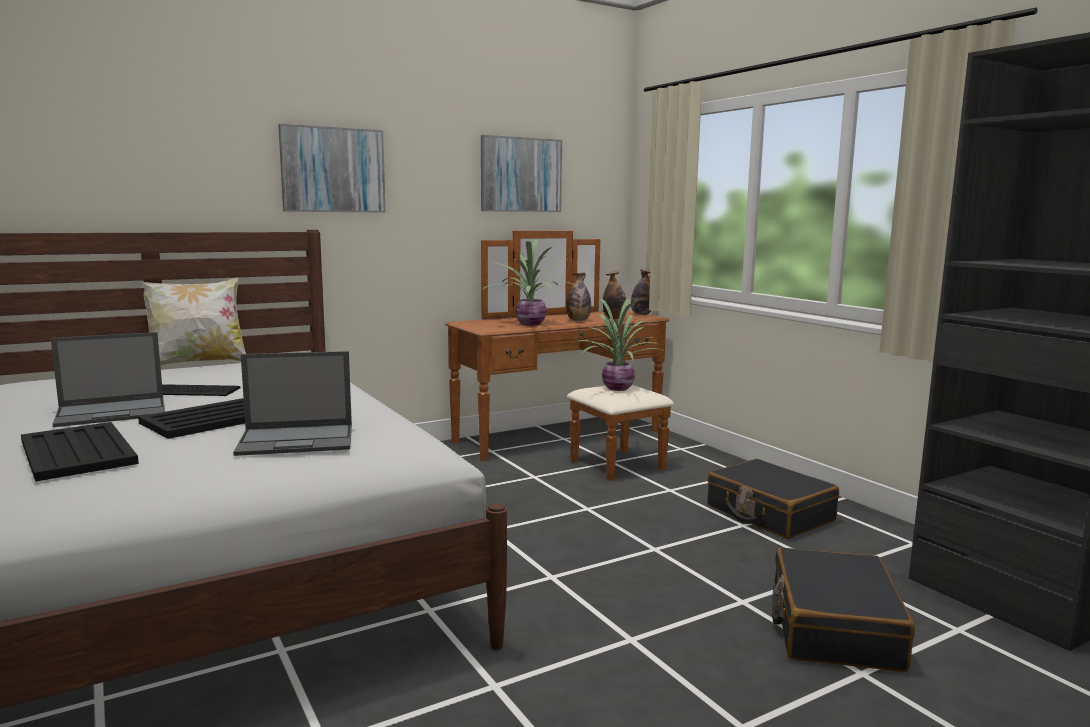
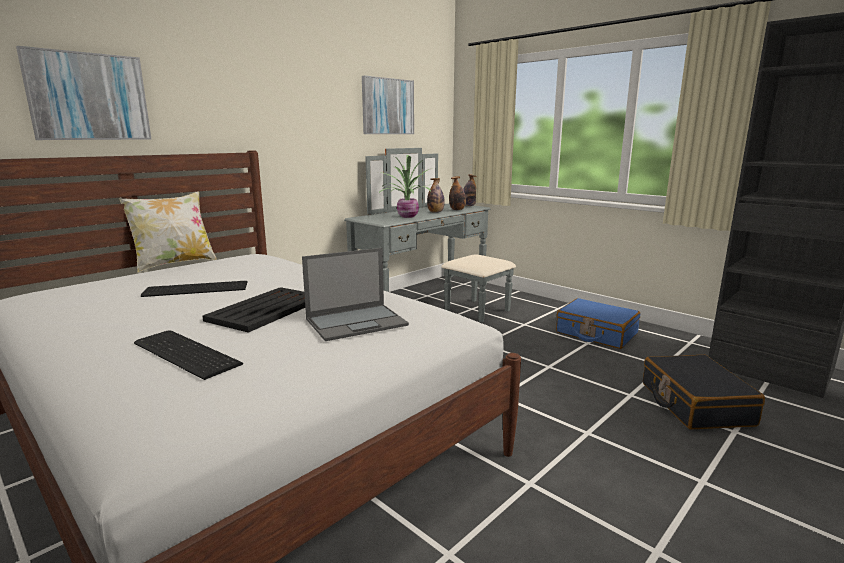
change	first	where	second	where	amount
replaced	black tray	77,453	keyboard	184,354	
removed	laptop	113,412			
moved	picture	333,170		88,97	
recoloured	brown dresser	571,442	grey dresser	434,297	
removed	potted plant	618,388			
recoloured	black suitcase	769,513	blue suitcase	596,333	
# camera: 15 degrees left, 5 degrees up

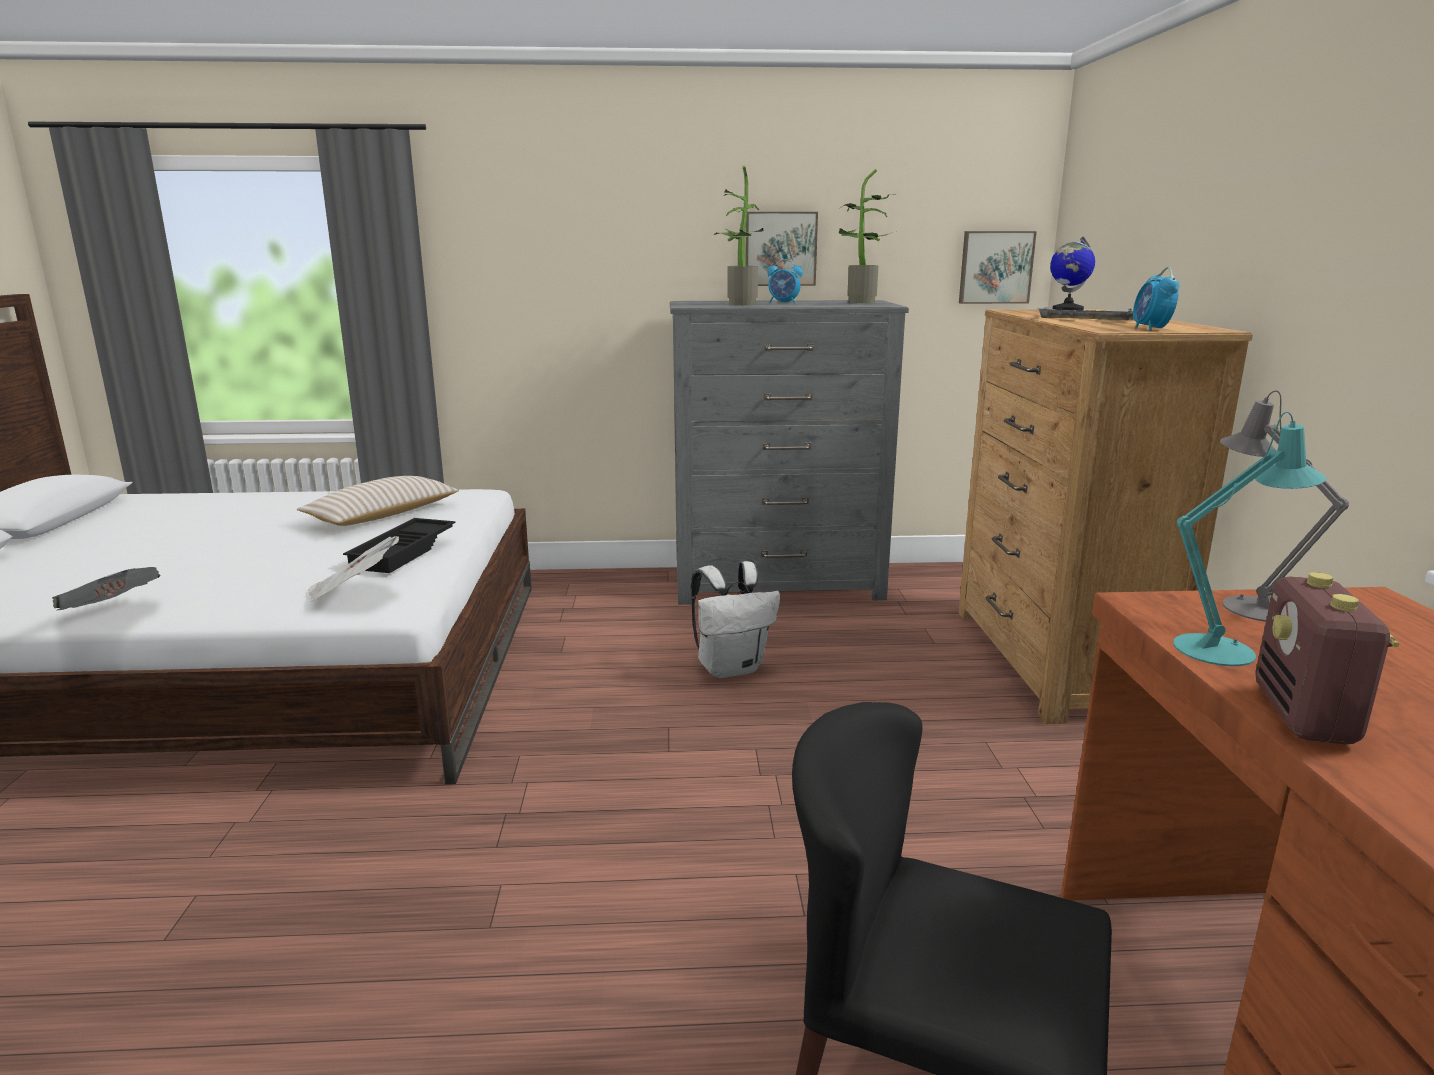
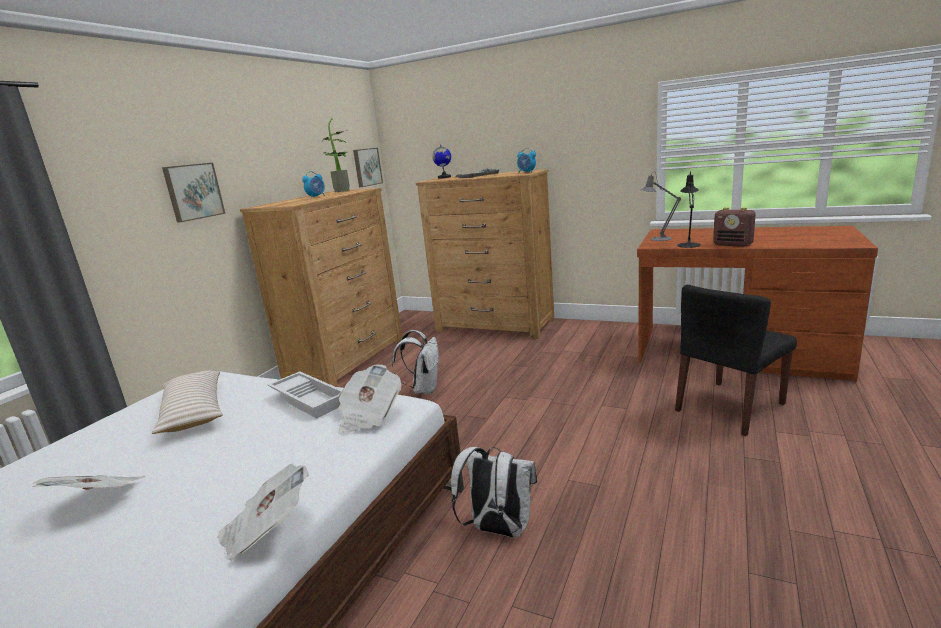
change	first	where	second	where	amount
recoloured	black tray	404,552	white tray	310,399	
recoloured	grey dresser	777,584	brown dresser	347,361	
removed	potted plant	738,304			
moved	picture	780,249		193,191	
recoloured	turquoise table lamp	1224,648	black table lamp	688,244	
added			newspaper	99,499	
added			white backpack	498,529	
# camera: 60 degrees left, 0 degrees up

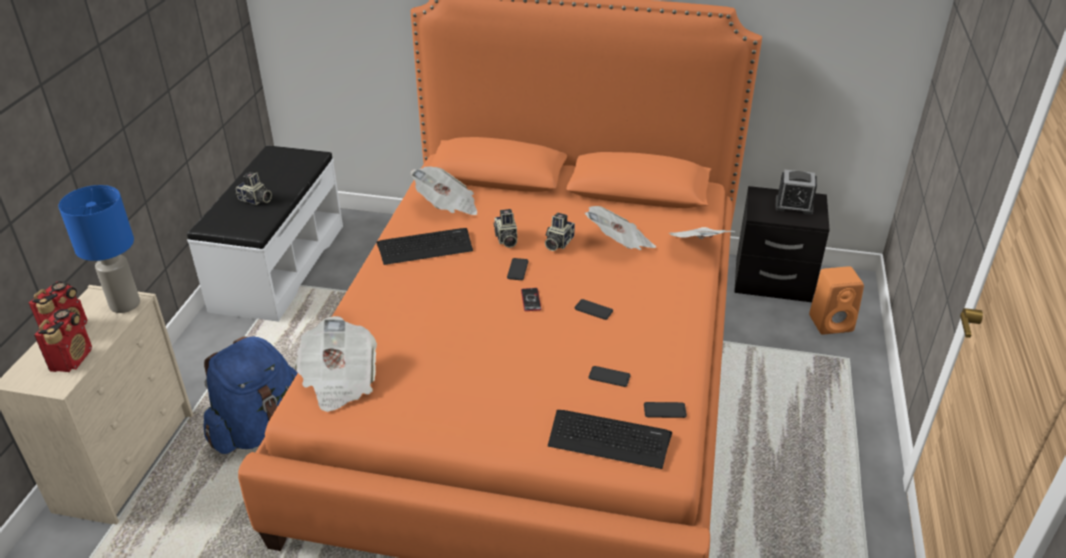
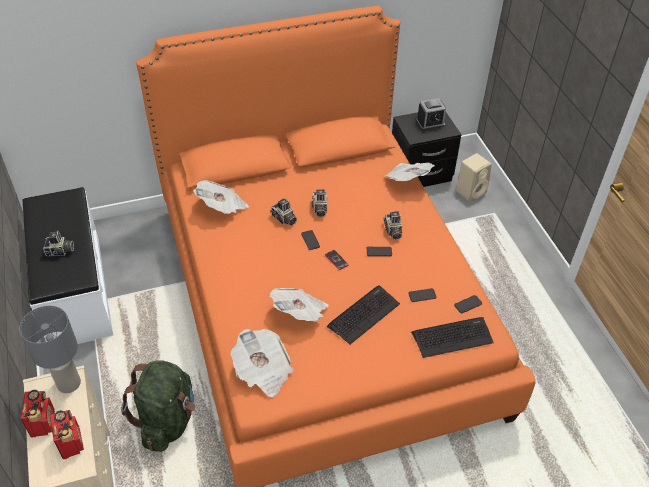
change	first	where	second	where	amount
recoloured	blue table lamp	124,305	grey table lamp	68,384	
recoloured	blue backpack	260,428	green backpack	167,420	
moved	keyboard	425,247		363,314	
moved	newspaper	619,244		300,313	
recoloured	orange speaker	832,323	beige speaker	471,191	
added			photo camera	392,231	
# camera: 30 degrees left, 10 degrees up

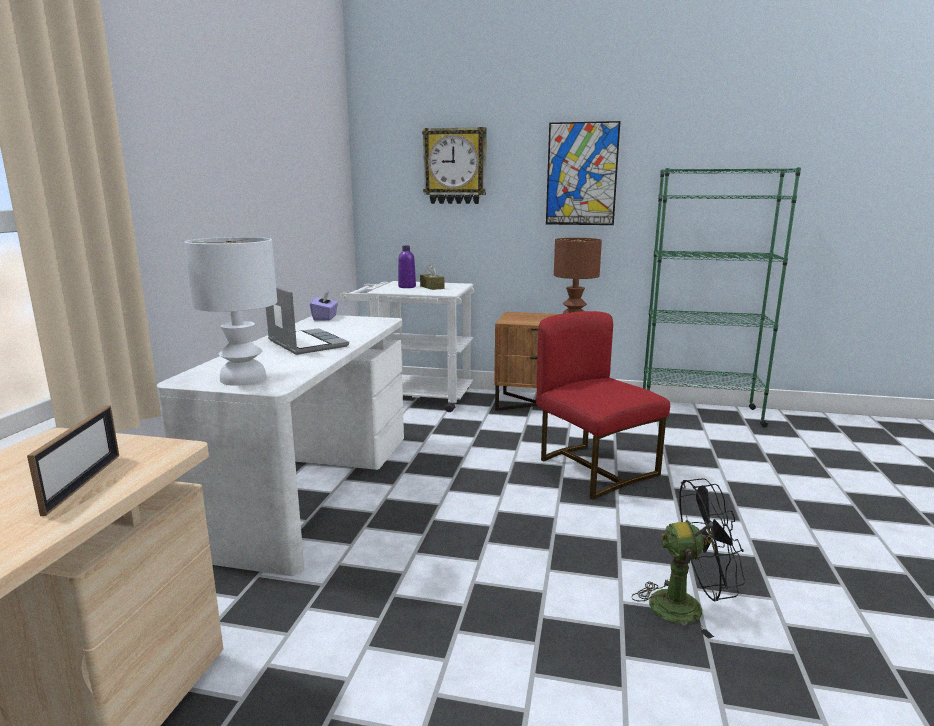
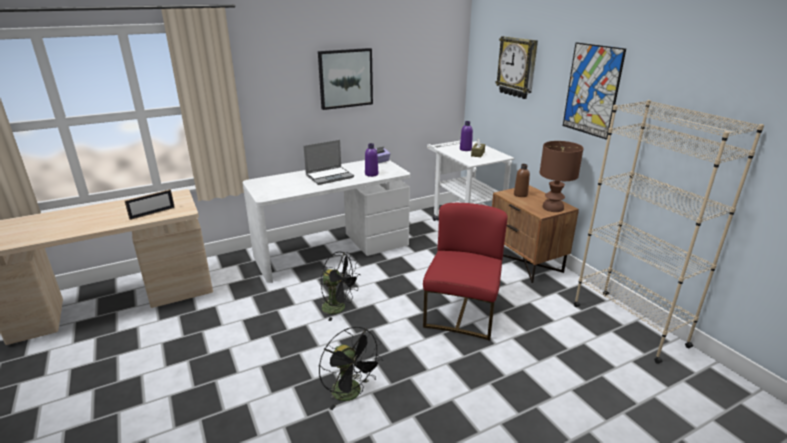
change	first	where	second	where	amount
removed	white table lamp	243,378			
turned	laptop	305,343		330,176	45 degrees clockwise
recoloured	green bookcase	699,413	beige bookcase	628,325	
added			picture	345,78	
added			black fan	339,308	
added			purple bottle	371,174	
added			brown bottle	520,194	
# camera: 50 degrees right, 10 degrees up

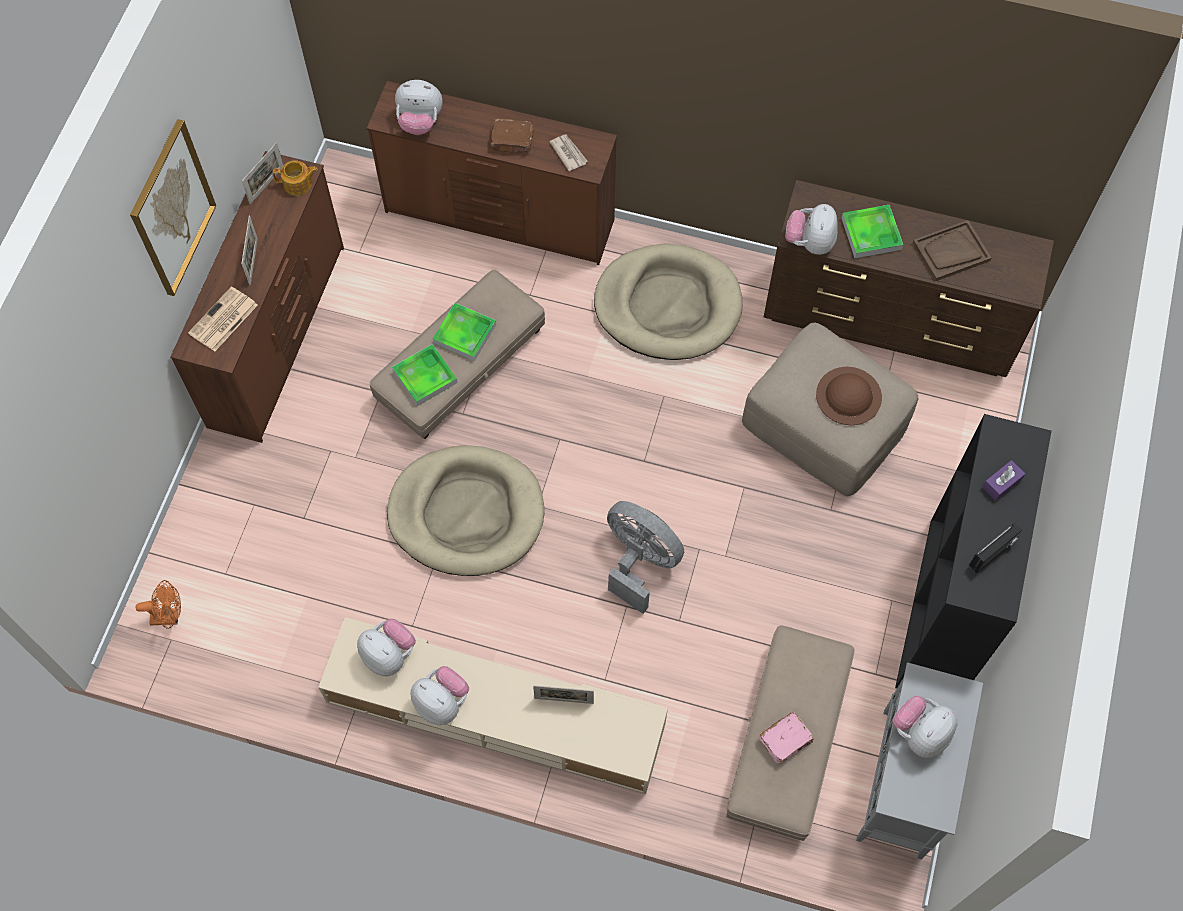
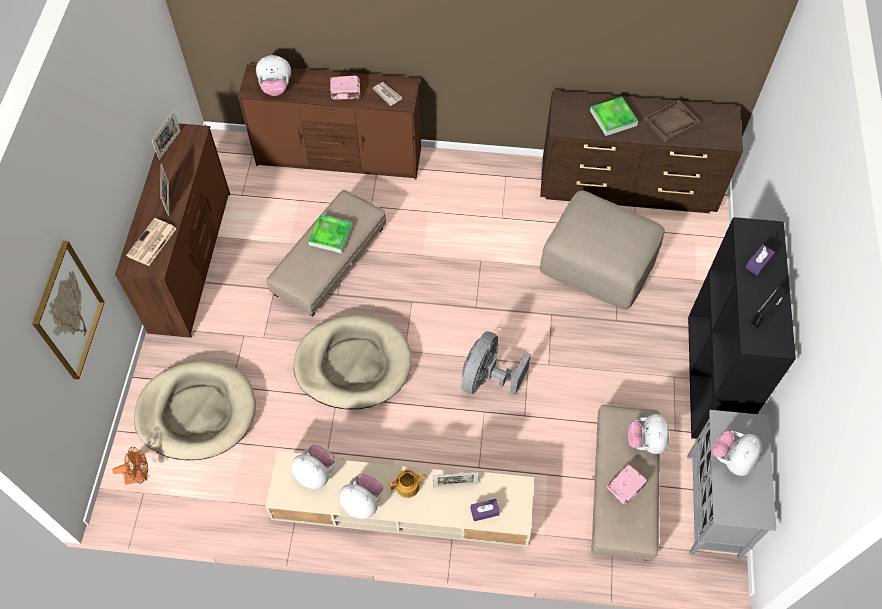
change	first	where	second	where	amount
moved	picture	172,209		68,311	
moved	teapot	298,184		408,487	
removed	tray	425,377			
recoloured	brown book	513,142	pink book	346,92	
moved	beige dog bed	668,306		197,412	
turned	grey fan	640,561		487,378	90 degrees counterclockwise
moved	plush toy	810,242		645,441	
removed	brown hat	848,396			
added			purple tissue box	484,511	
# camera: 10 degrees left, 5 degrees down

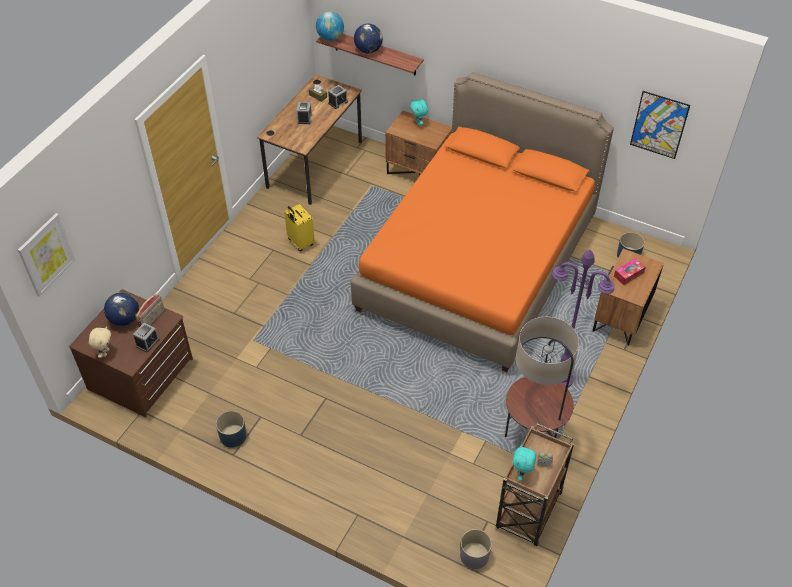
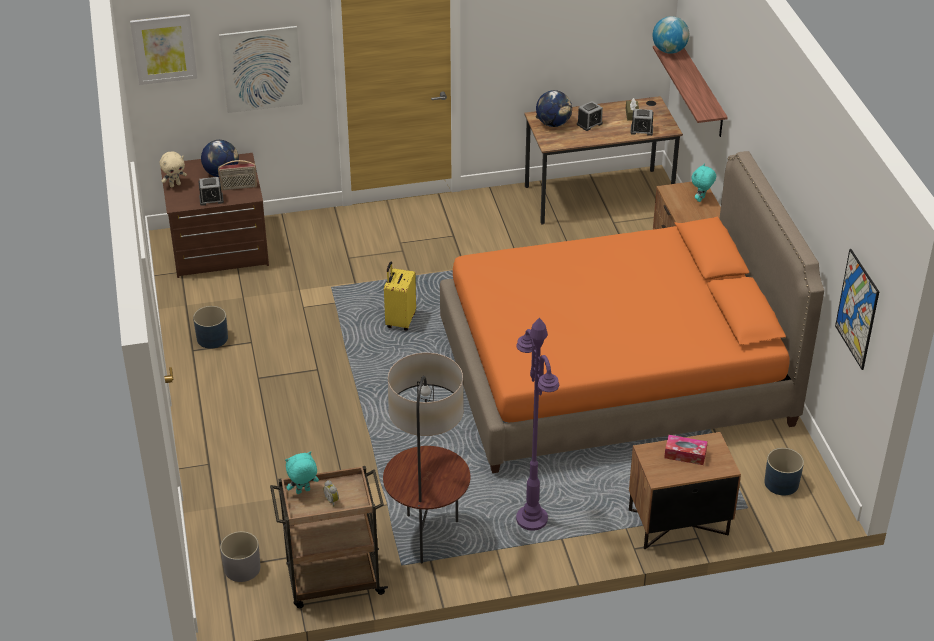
change	first	where	second	where	amount
moved	yellow suitcase	300,242		400,321	
moved	globe	368,50		553,123	
added			picture	261,69	
# camera: 50 degrees right, 10 degrees down

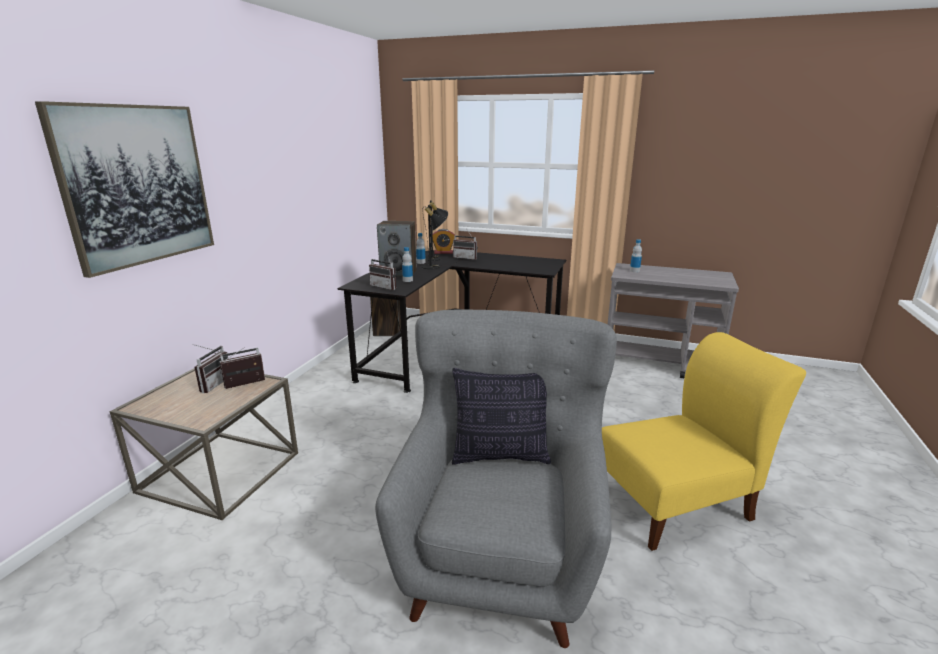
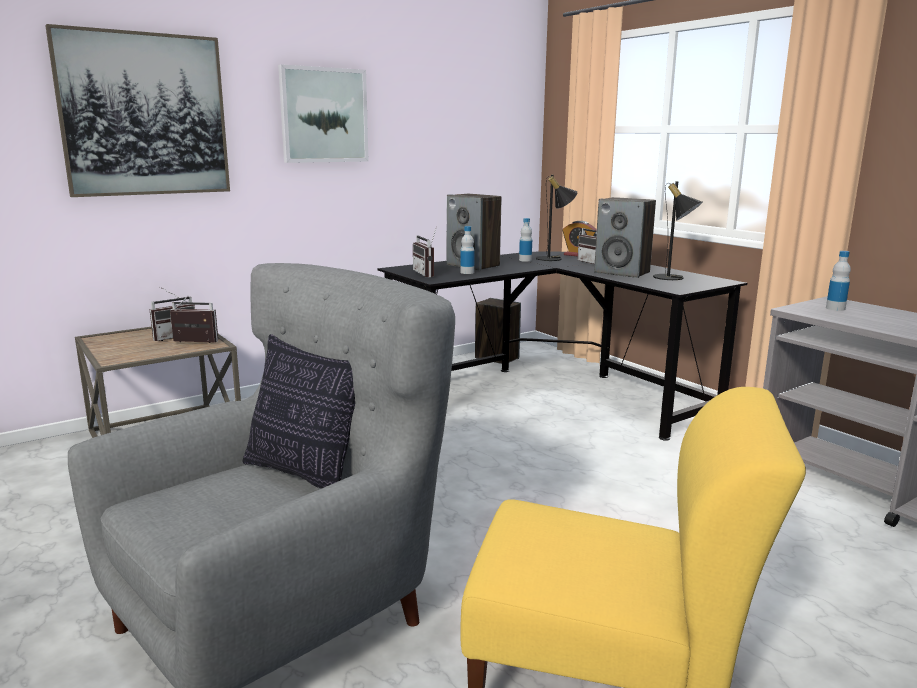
change	first	where	second	where	amount
moved	black table lamp	434,267		673,278	
added			picture	324,115	
added			speaker	622,272	
# camera: 35 degrees right, 5 degrees down

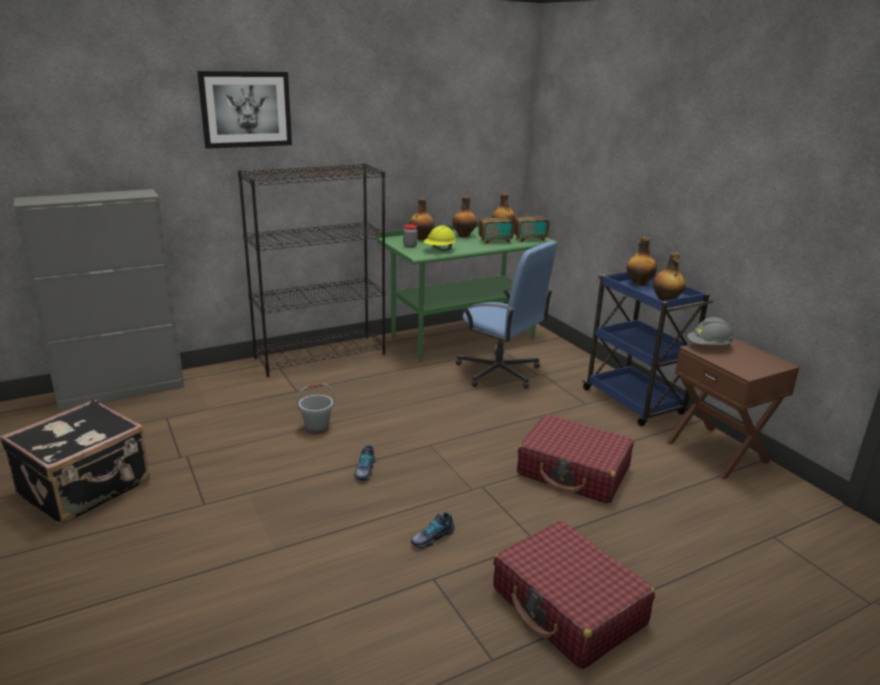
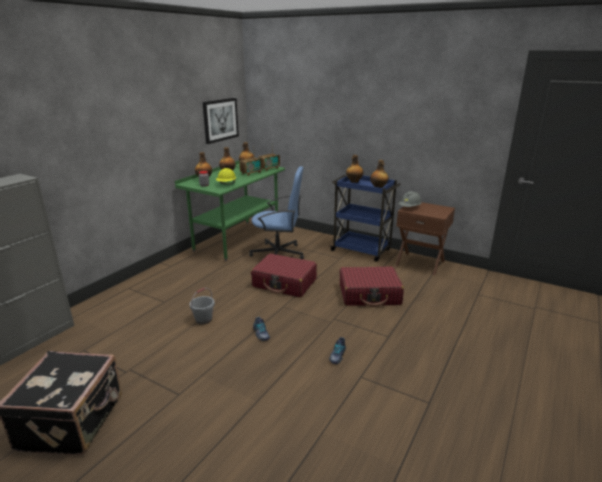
change	first	where	second	where	amount
moved	picture	246,109		220,120	
removed	black bookcase	321,356			
moved	red suitcase	568,607		284,283	
# camera: 30 degrees left, 0 degrees up

